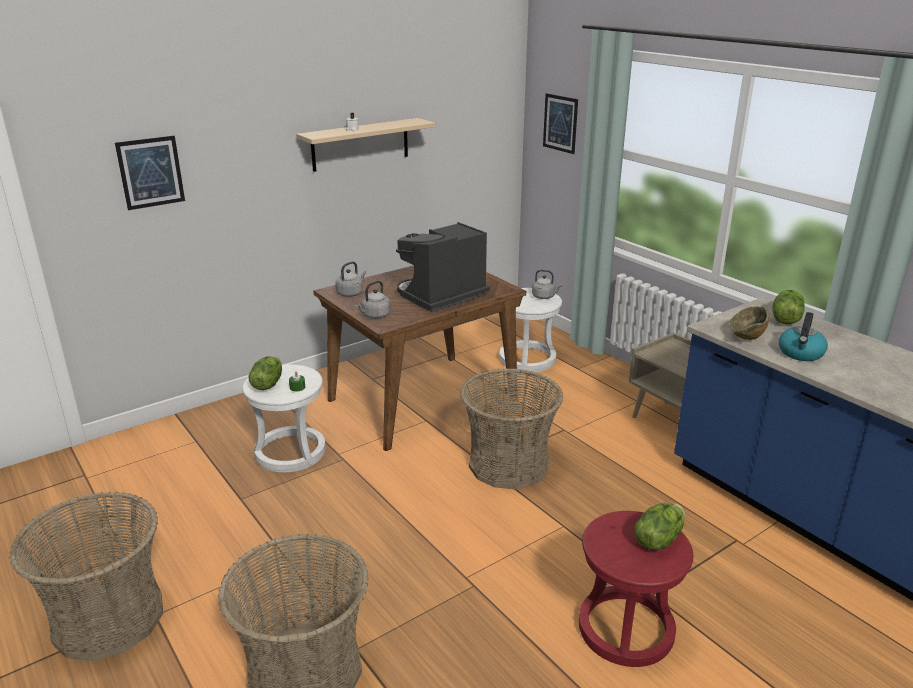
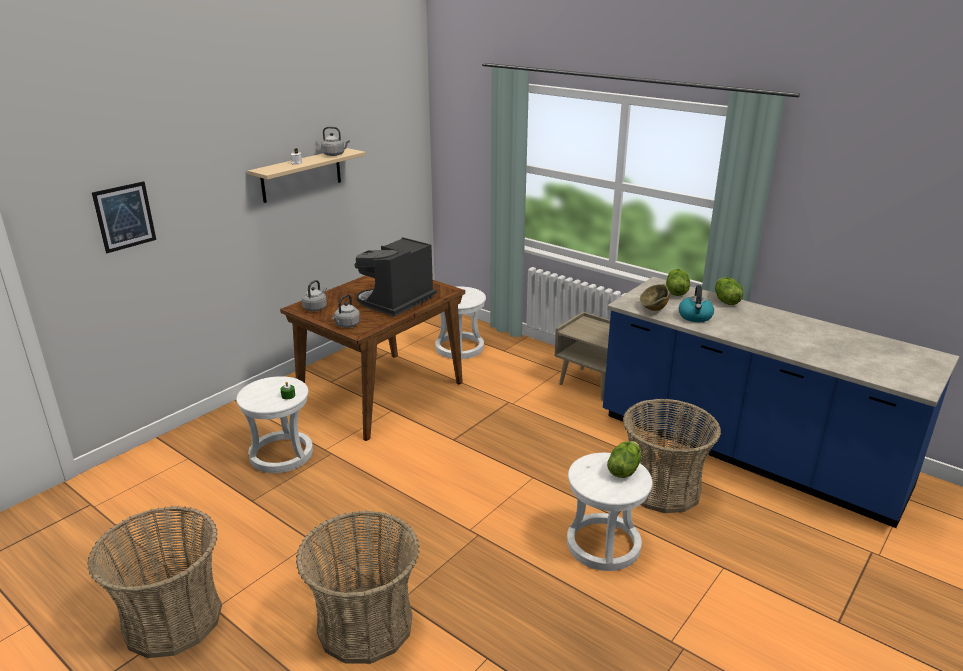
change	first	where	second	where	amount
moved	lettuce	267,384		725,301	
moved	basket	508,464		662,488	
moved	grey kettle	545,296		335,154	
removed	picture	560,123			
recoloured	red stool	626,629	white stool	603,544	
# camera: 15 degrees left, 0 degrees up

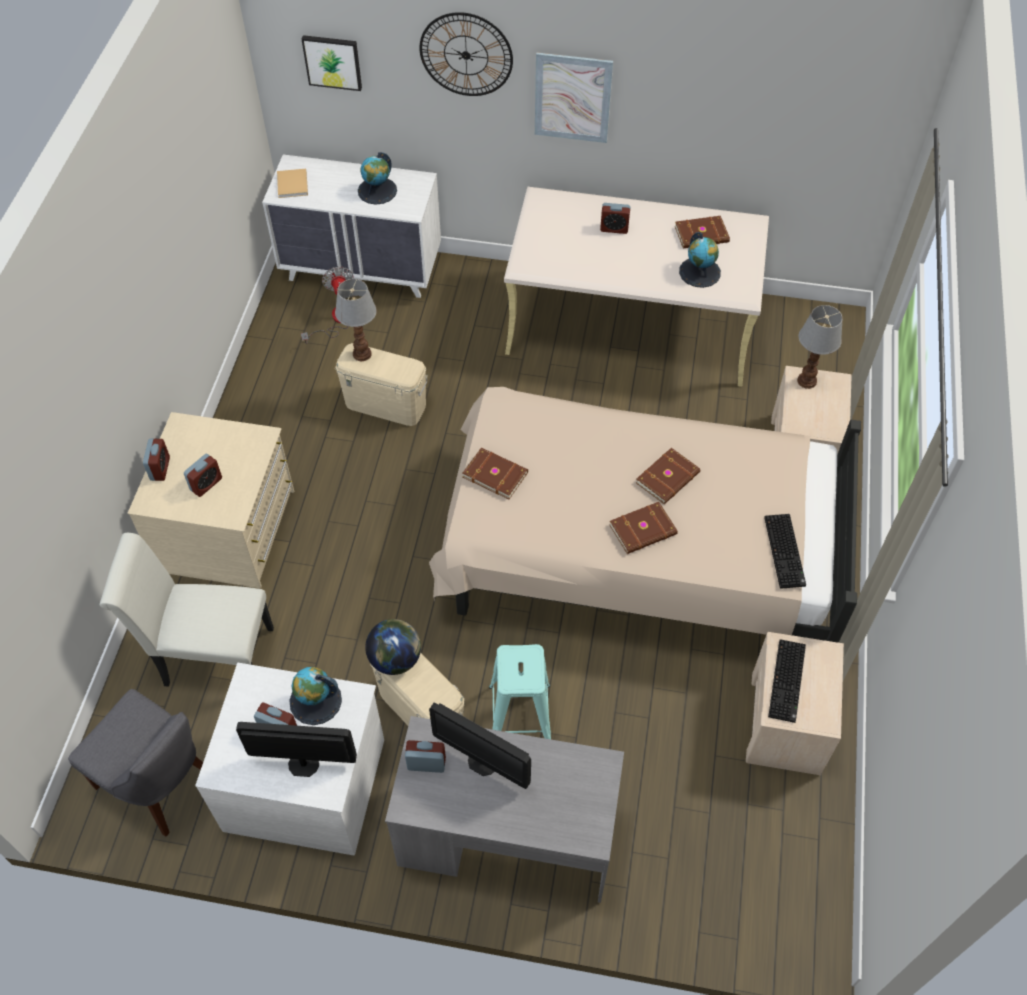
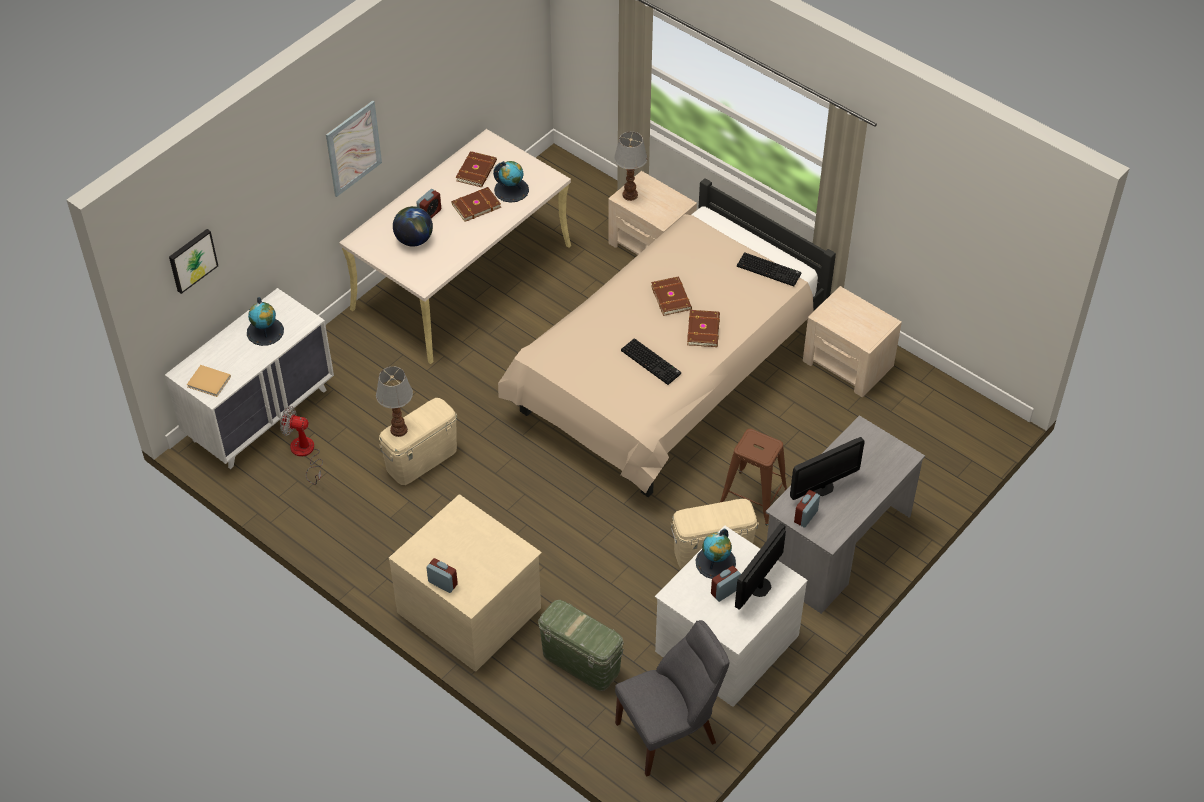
change	first	where	second	where	amount
replaced	white chair	211,656	green storage box	580,662	
removed	alarm clock	206,484			
moved	globe	395,659		414,240	
removed	wall clock	466,55			
moved	brown book	495,474		475,205	
recoloured	turquoise stool	520,716	brown stool	753,498	
moved	keyboard	788,682		652,362	
# camera: 60 degrees left, 5 degrees down

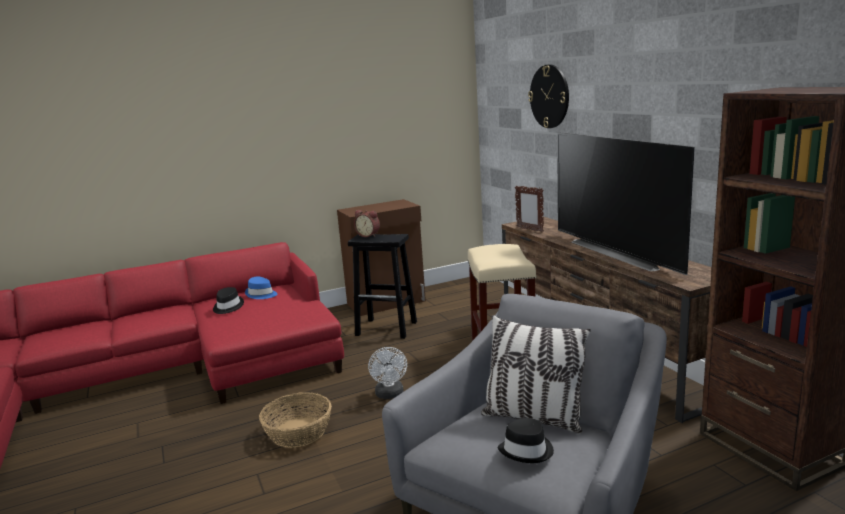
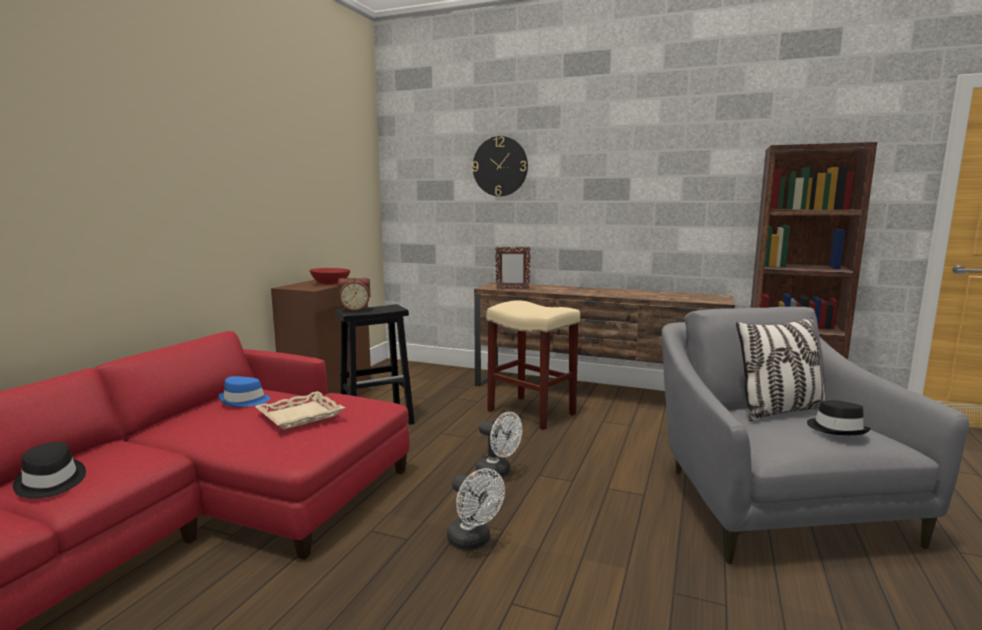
change	first	where	second	where	amount
moved	black hat	227,307		50,482	
replaced	basket	299,432	white fan	473,541	
removed	television	620,252			
added			beige tray	300,415	
added			red bowl	330,283	
# camera: 45 degrees left, 5 degrees down

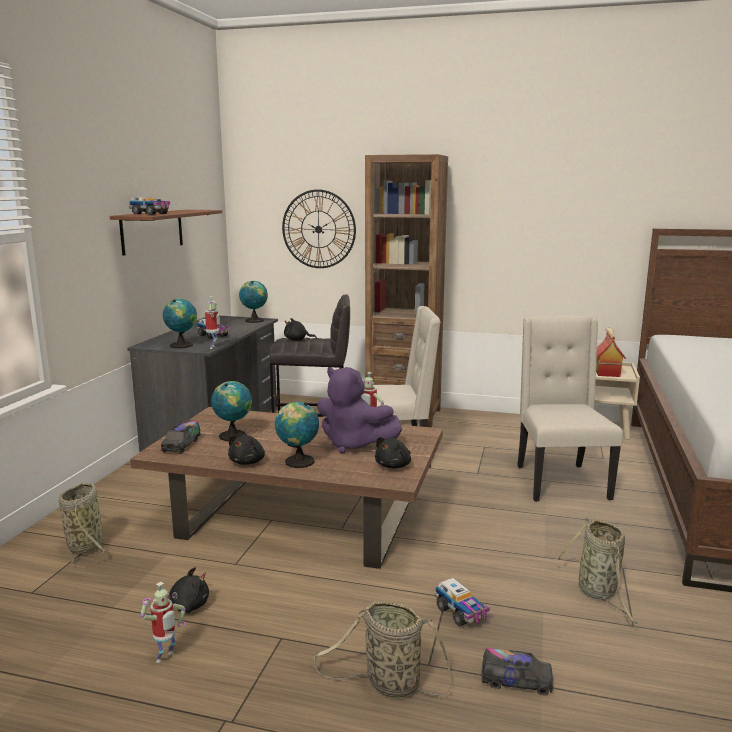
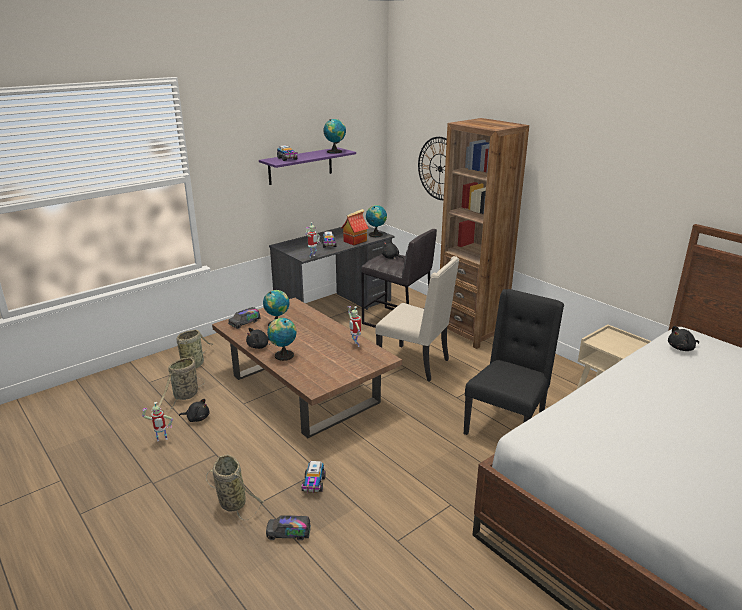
change	first	where	second	where	amount
recoloured	brown shelf	152,231	purple shelf	300,166	
moved	globe	182,345		335,151	
removed	purple plush toy	353,445			
moved	black plush toy	394,466		681,348	
turned	toy truck	516,681		288,533	135 degrees clockwise
recoloured	beige chair	559,482	black chair	506,426	
moved	basket	598,592		185,396	
moved	toy house	606,372		355,241	
# camera: 35 degrees right, 10 degrees up

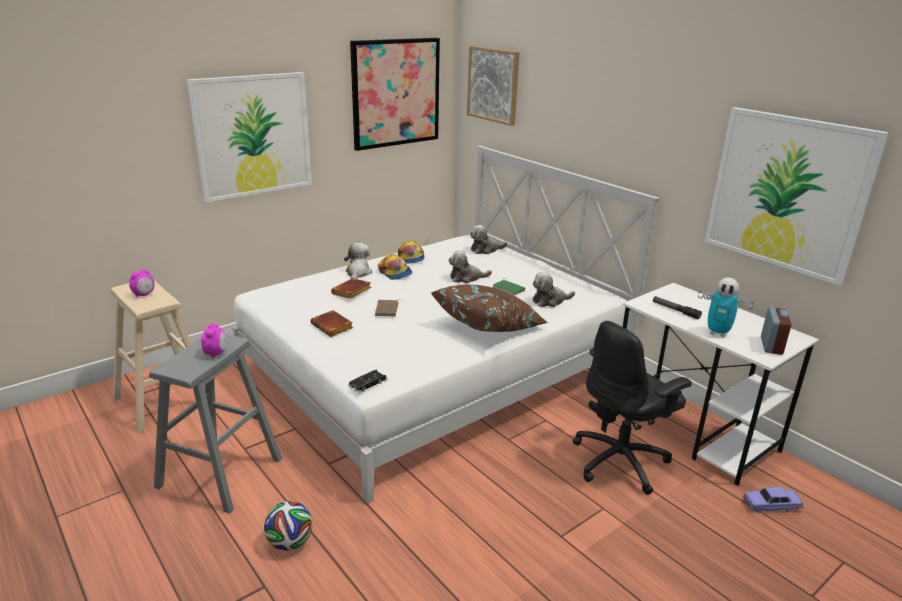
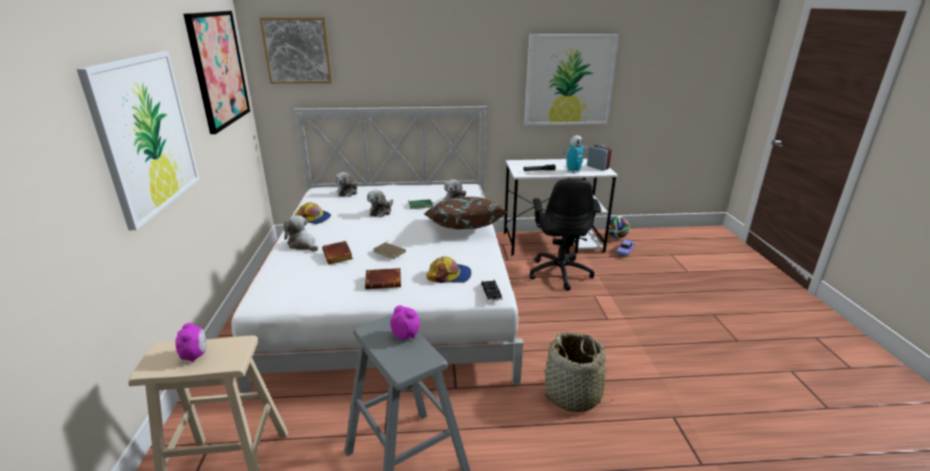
change	first	where	second	where	amount
moved	football	290,543		616,237	
moved	cap	395,272		449,275	
added			basket	573,395	
# camera: 55 degrees left, 0 degrees up

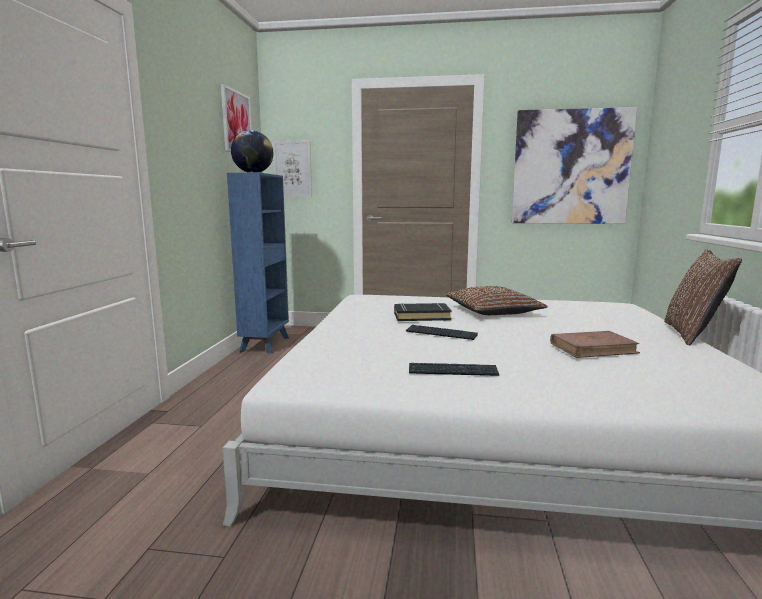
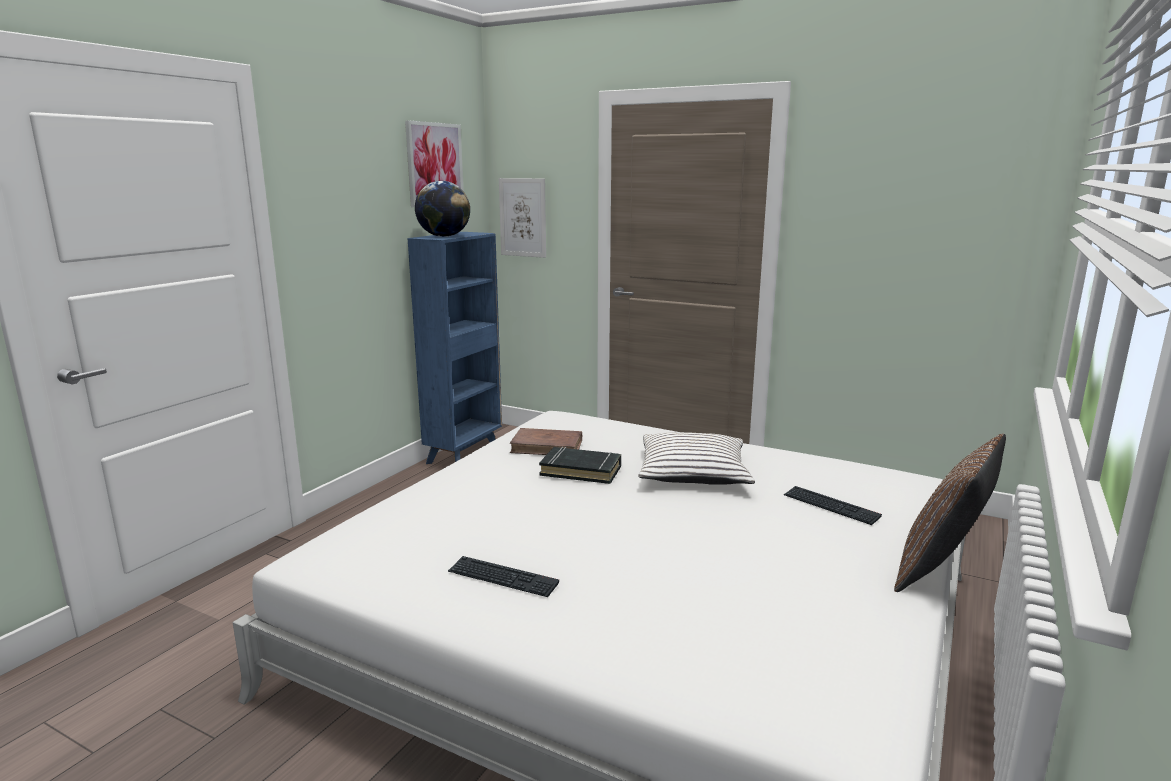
change	first	where	second	where	amount
moved	keyboard	441,333		830,506	
recoloured	brown pillow	492,311	white pillow	693,472	
removed	picture	571,167			
moved	brown book	593,348		547,446	
# camera: 20 degrees right, 5 degrees up

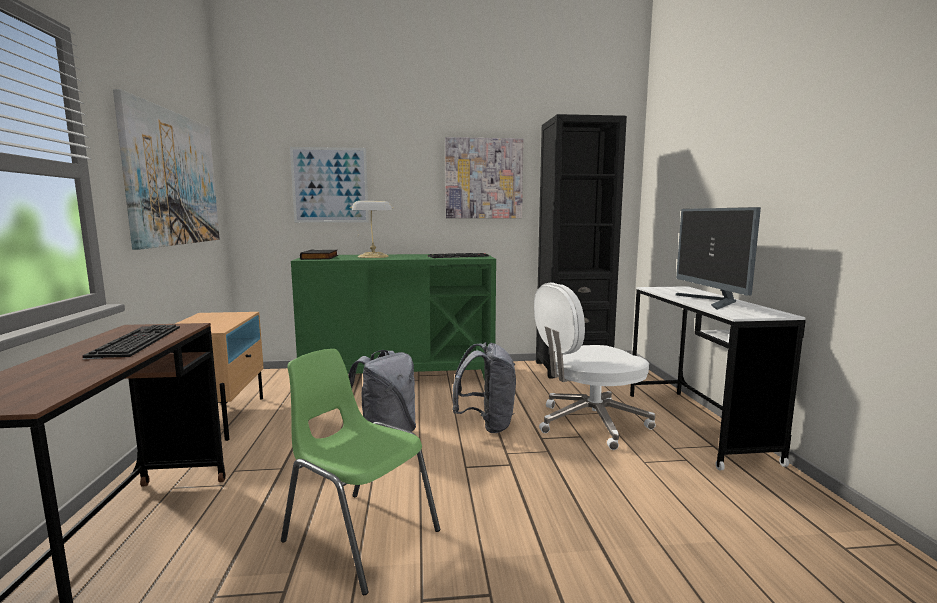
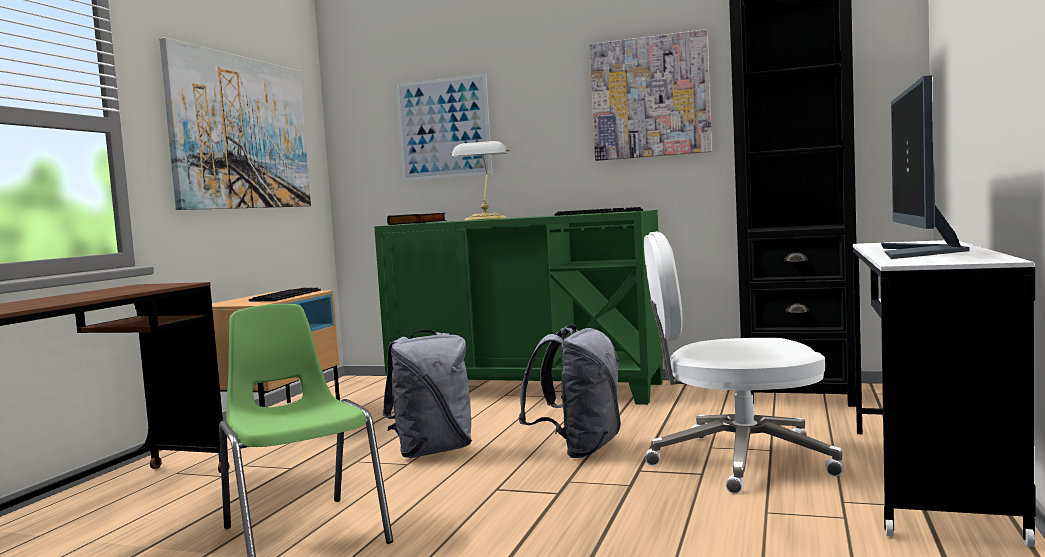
change	first	where	second	where	amount
moved	keyboard	135,341		285,295	
# camera: 25 degrees right, 5 degrees down

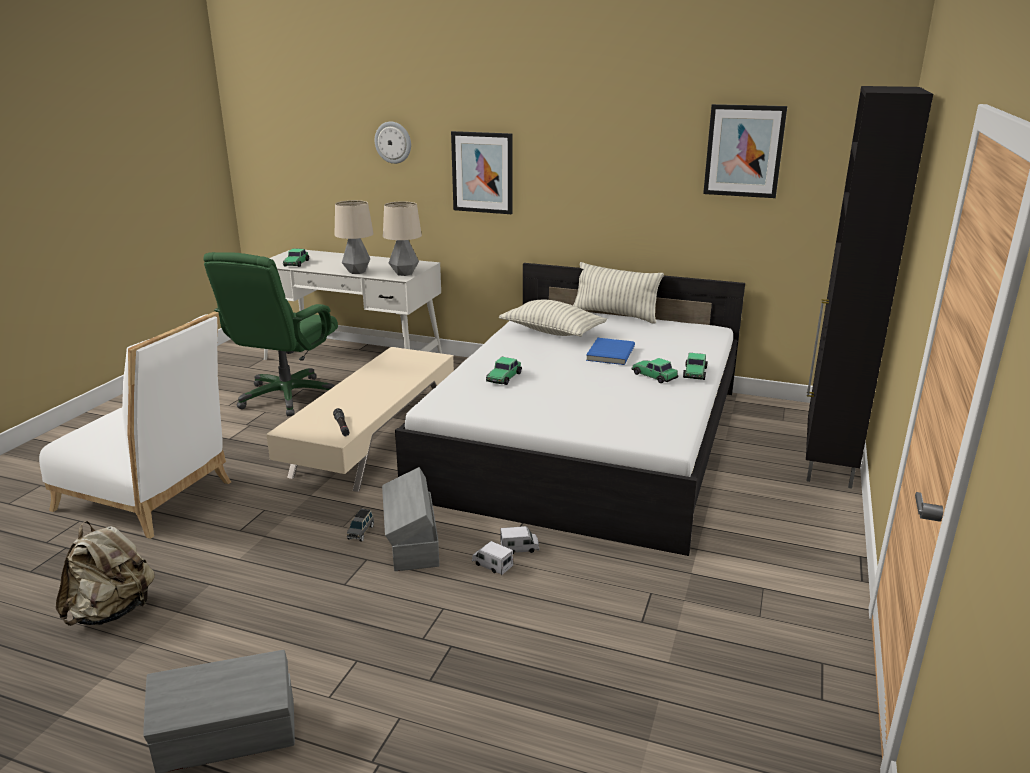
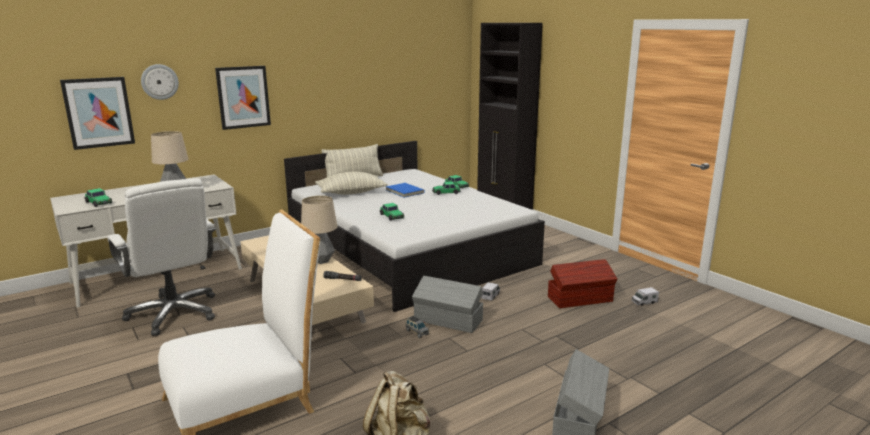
change	first	where	second	where	amount
recoloured	green office chair	287,397	white office chair	174,313	
moved	table lamp	404,274		321,261	
moved	toy truck	492,565		644,302	
moved	picture	744,151		98,112	
added			brown storage box	581,299	
# camera: 55 degrees left, 5 degrees down

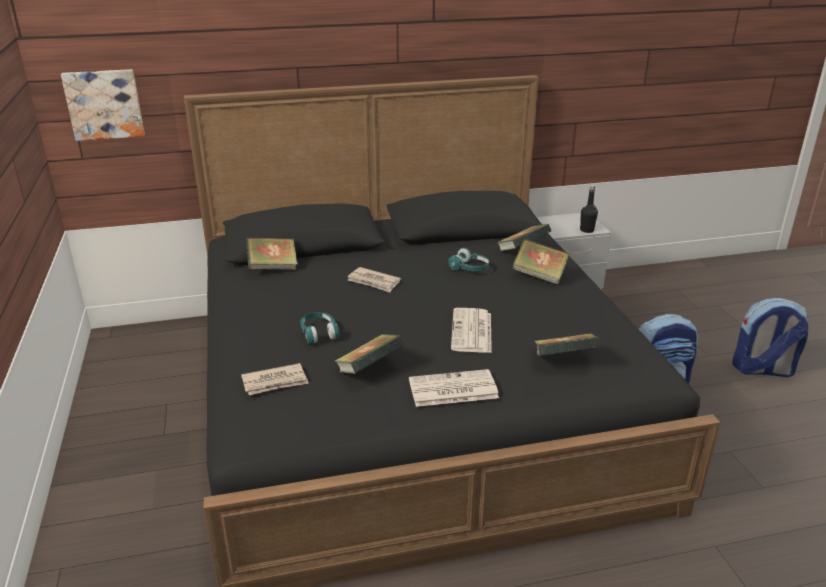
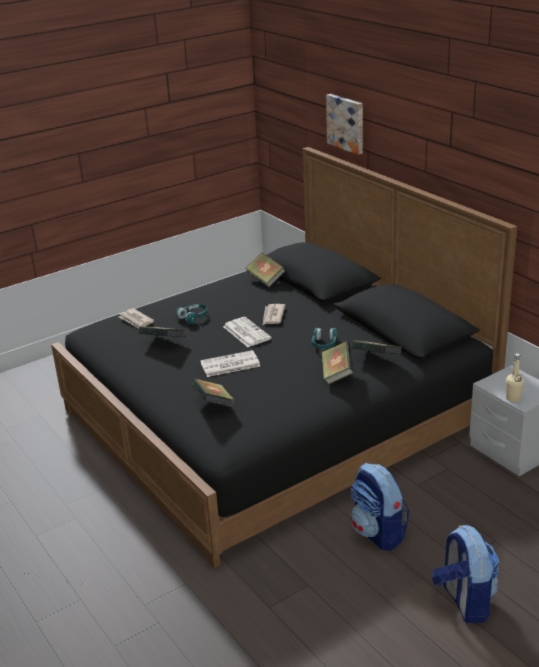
change	first	where	second	where	amount
moved	picture	104,104		346,123	
moved	newspaper	452,389		246,332	
recoloured	black bottle	587,230	beige bottle	513,398	
# camera: 70 degrees right, 0 degrees up

